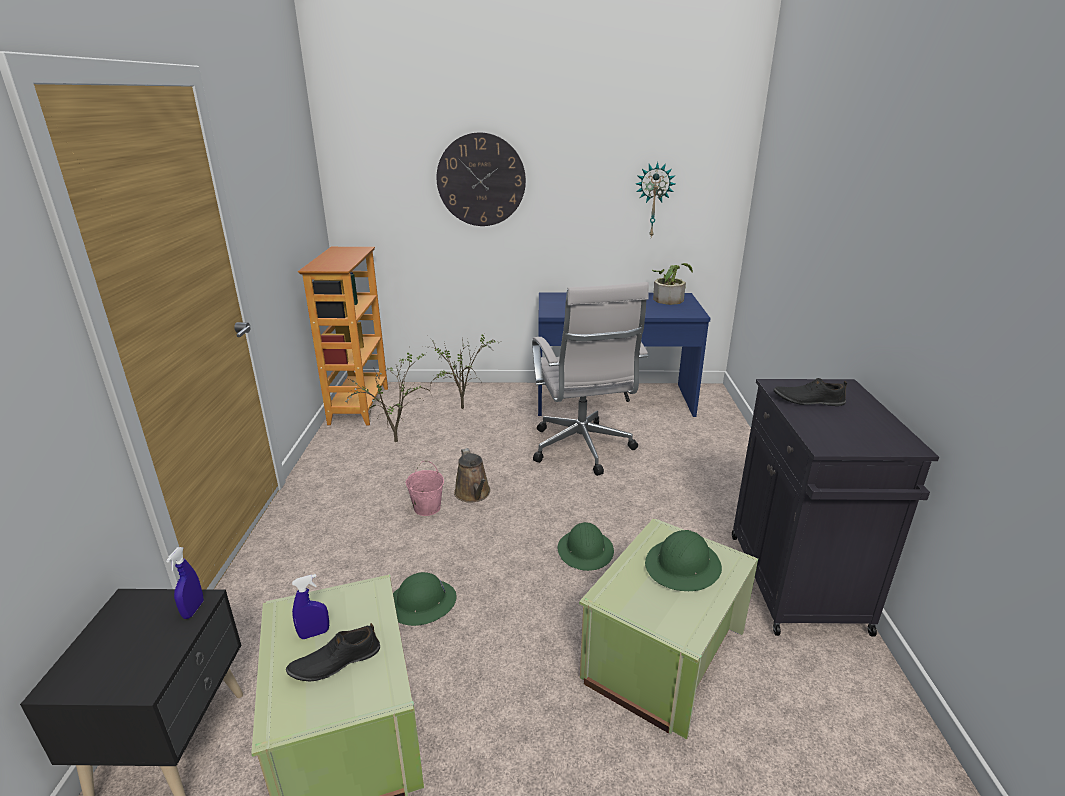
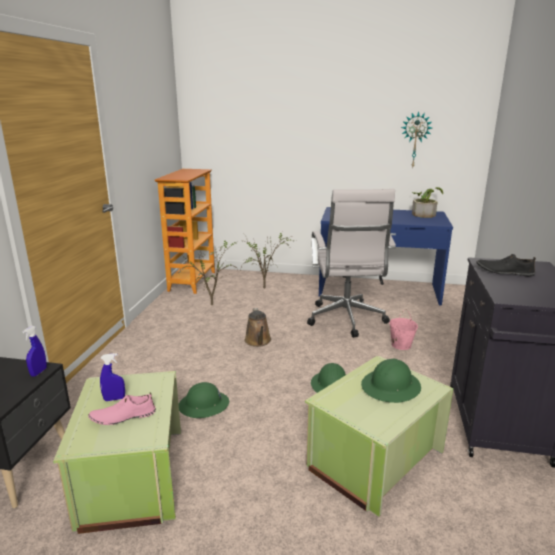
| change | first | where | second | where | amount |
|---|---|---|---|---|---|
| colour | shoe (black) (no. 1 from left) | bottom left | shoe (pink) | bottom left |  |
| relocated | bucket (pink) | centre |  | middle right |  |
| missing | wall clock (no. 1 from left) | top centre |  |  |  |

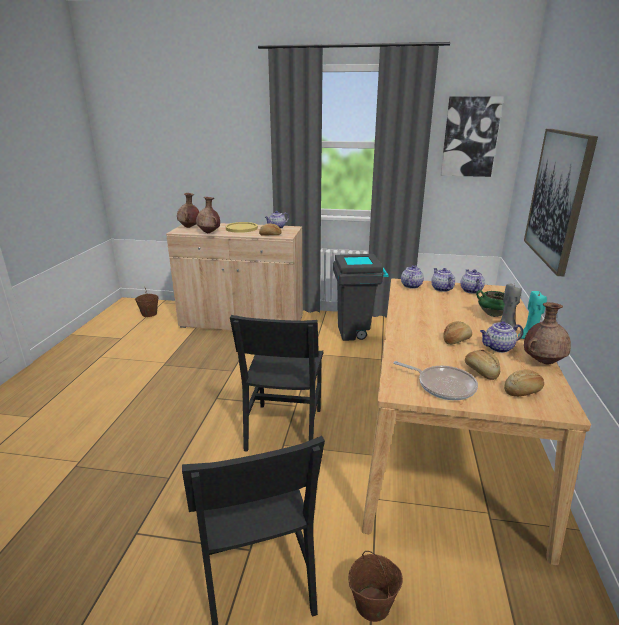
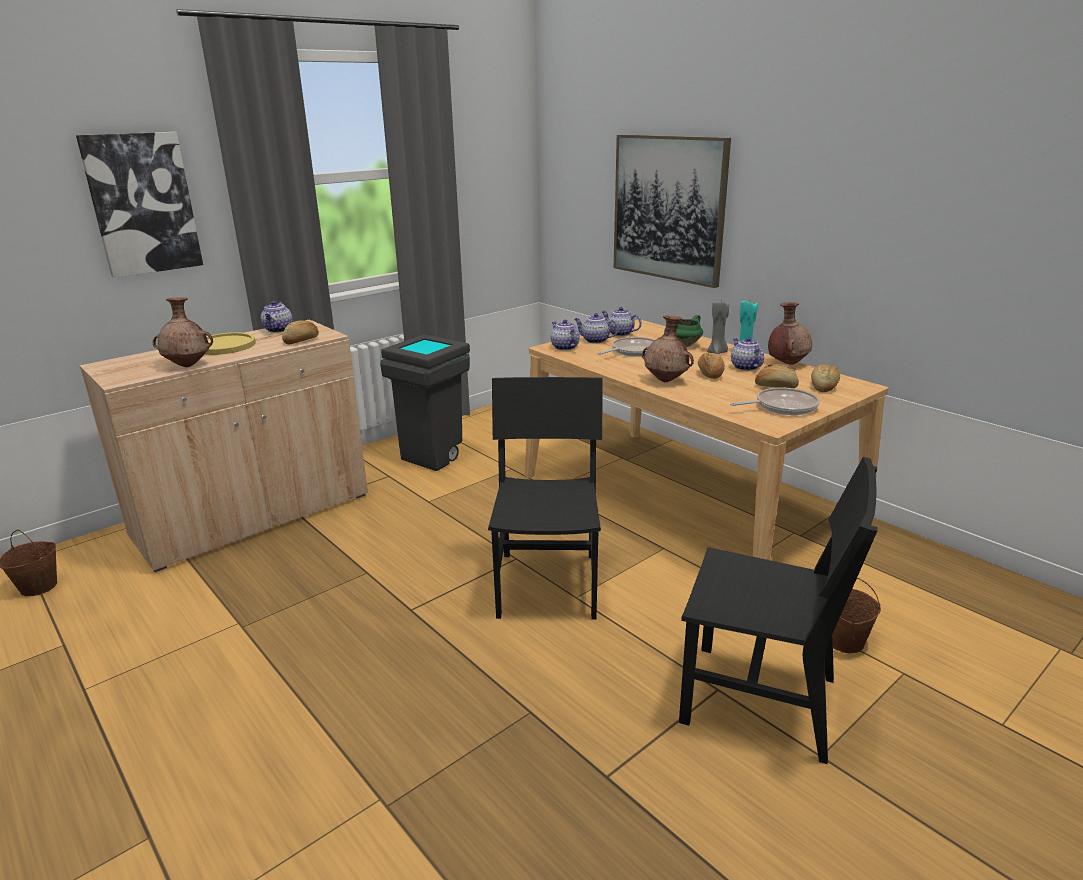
| change | first | where | second | where | amount |
|---|---|---|---|---|---|
| relocated | picture (no. 1 from left) | top right |  | top left |  |
| spun | chair (black) (no. 2 from left in the first image) | centre | chair (black) (no. 1 from left) | centre | 135 degrees counterclockwise |
| appeared |  |  | frying pan (no. 1 from left) | centre |  |
| relocated | vase (brown) (no. 1 from left in the first image) | middle left | vase (brown) (no. 2 from left) | centre |  |
| spun | teapot (no. 5 from left) | middle right |  | middle right | 135 degrees clockwise |

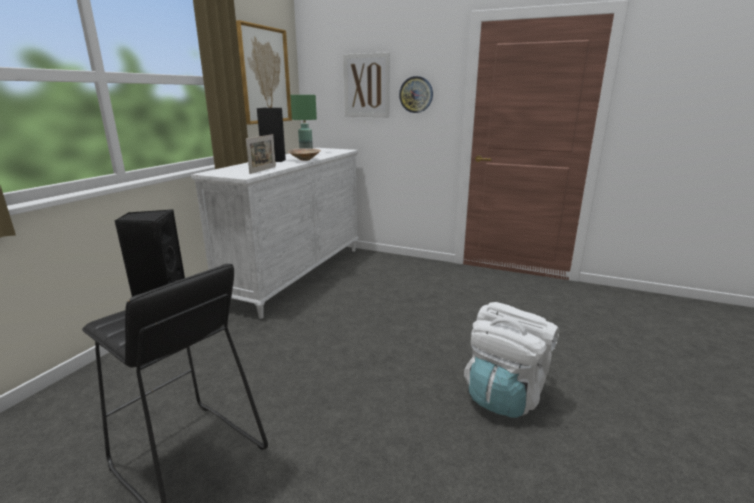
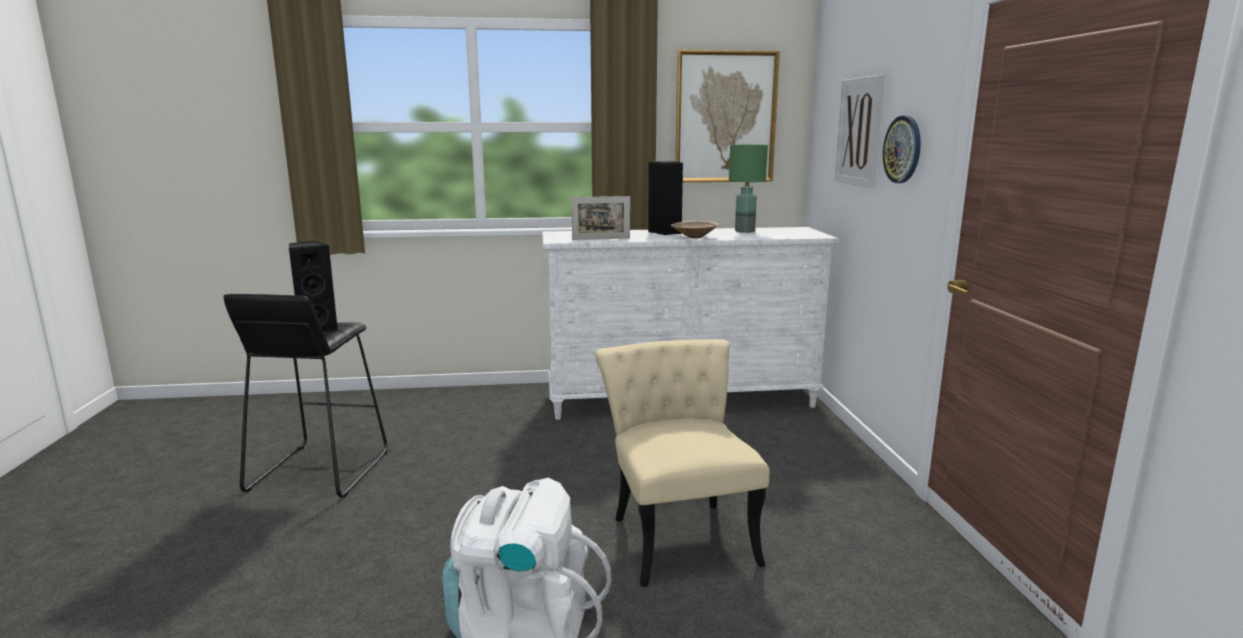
| change | first | where | second | where | amount |
|---|---|---|---|---|---|
| appeared |  |  | chair (beige) | bottom centre |  |

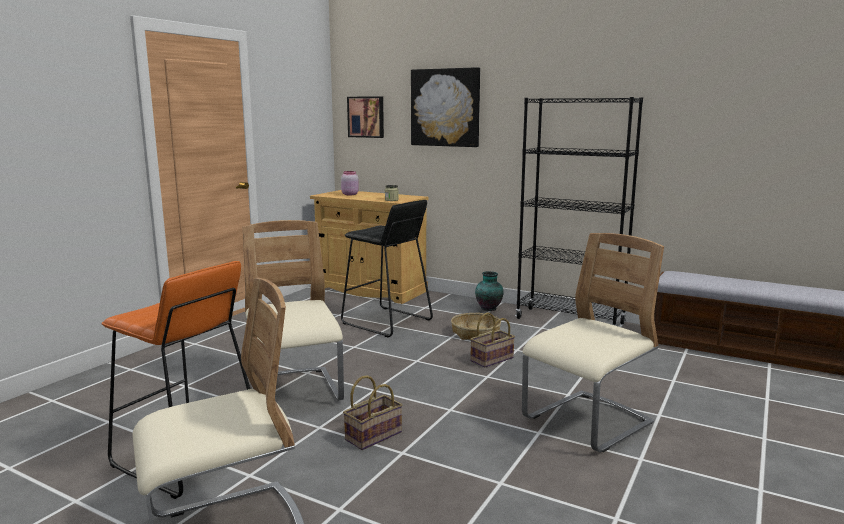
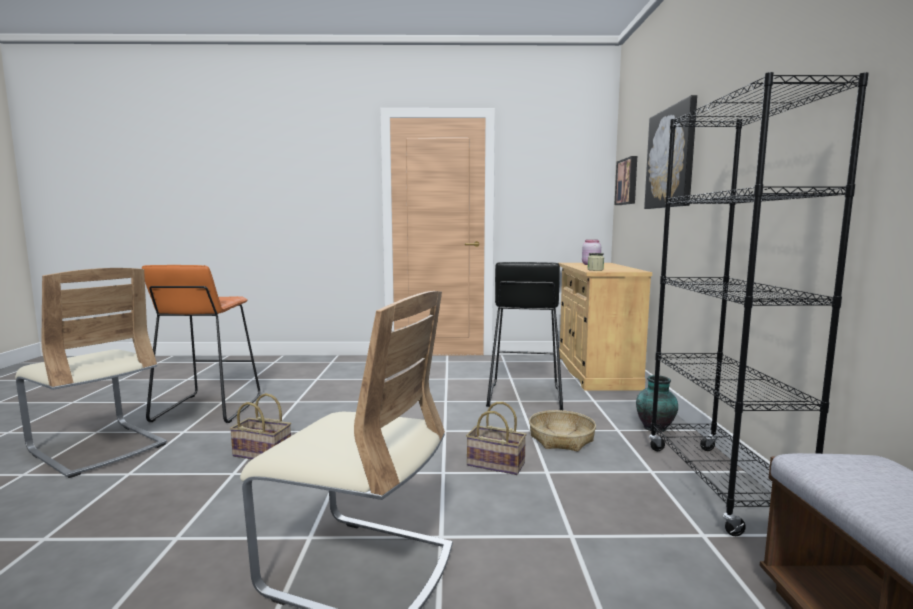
| change | first | where | second | where | amount |
|---|---|---|---|---|---|
| missing | chair (beige) (no. 2 from left) | centre |  |  |  |

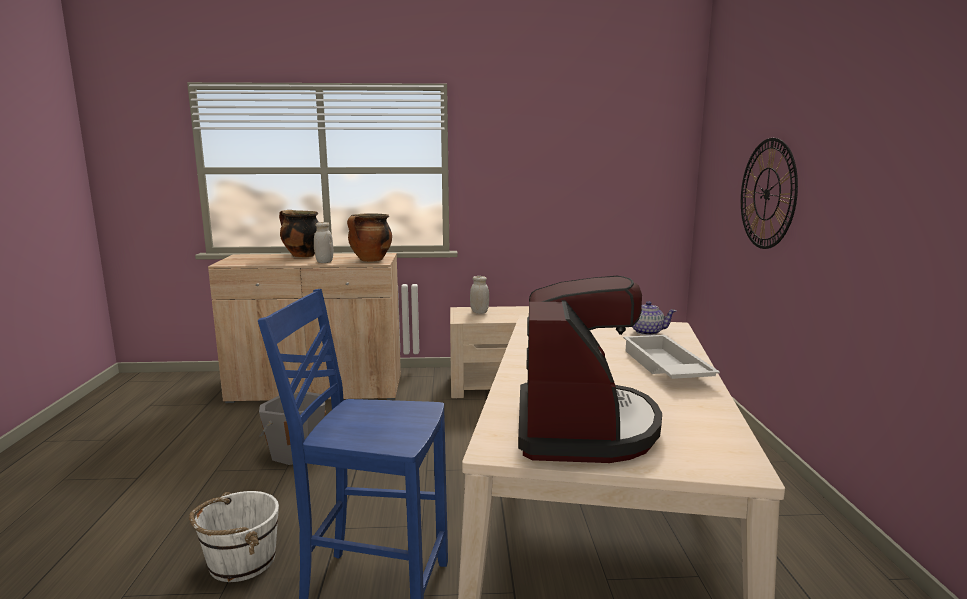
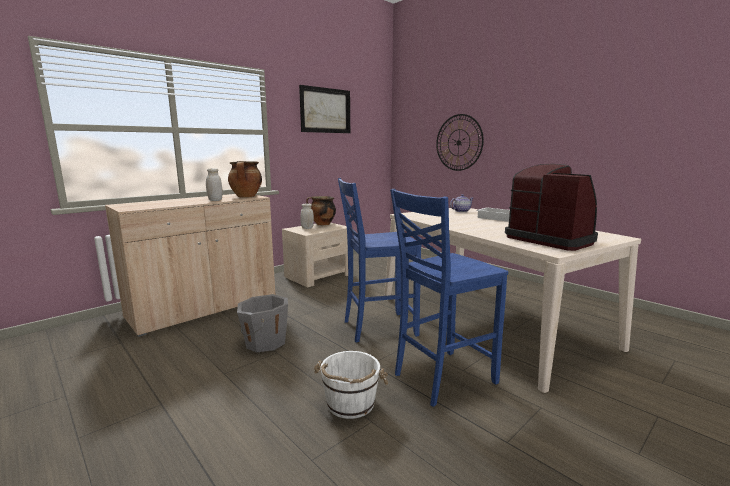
| change | first | where | second | where | amount |
|---|---|---|---|---|---|
| appeared |  |  | picture | top centre |  |
| relocated | cooking pot (no. 1 from left in the first image) | middle left | cooking pot (no. 2 from left) | centre |  |
| appeared |  |  | chair (blue) (no. 1 from left) | centre |  |

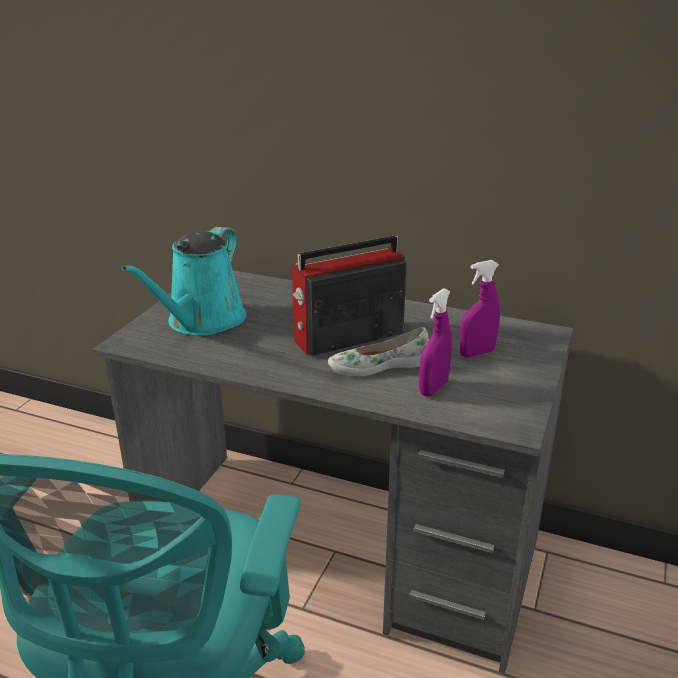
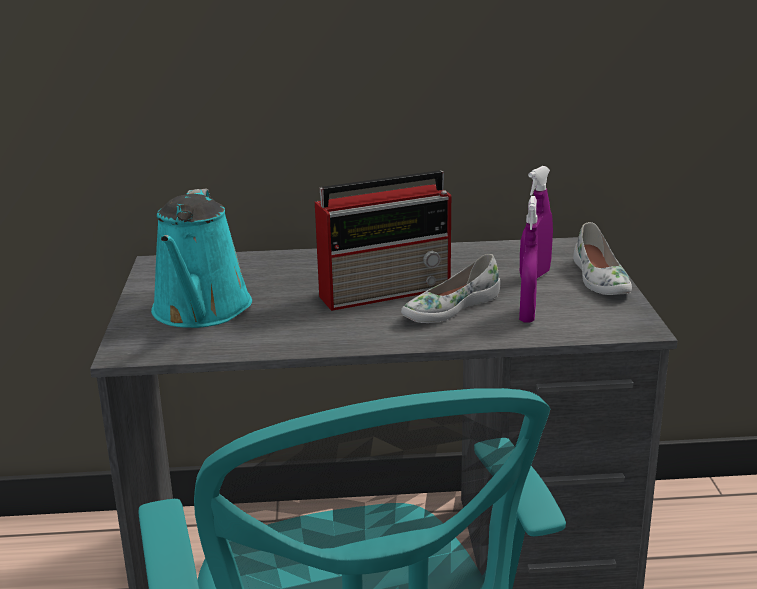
| change | first | where | second | where | amount |
|---|---|---|---|---|---|
| spun | radio | centre |  | centre | 150 degrees counterclockwise |
| appeared |  |  | shoe (white) (no. 2 from left) | middle right |  |

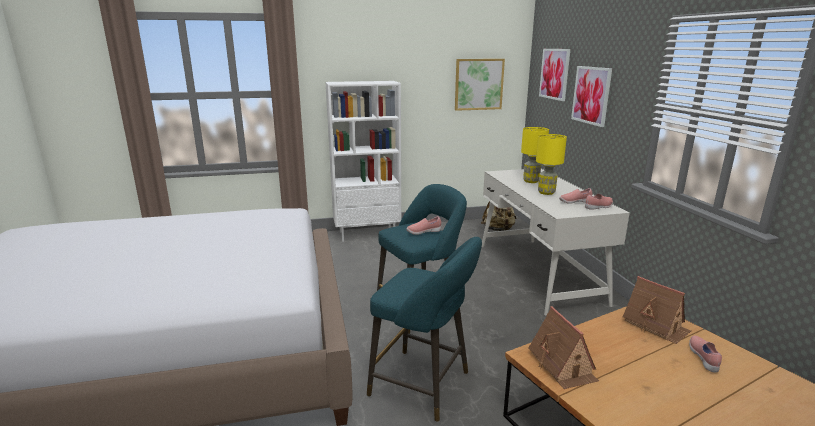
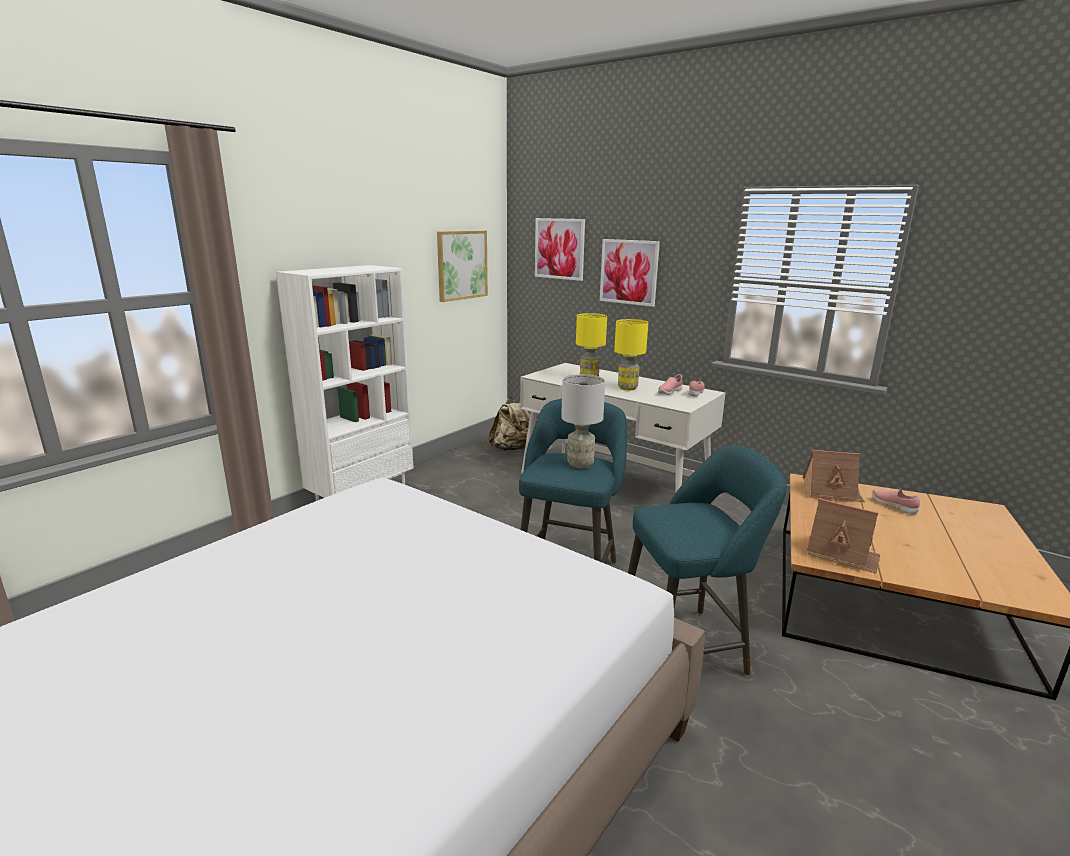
| change | first | where | second | where | amount |
|---|---|---|---|---|---|
| exchanged | shoe (pink) (no. 1 from left) | centre | table lamp (grey) | centre |  |

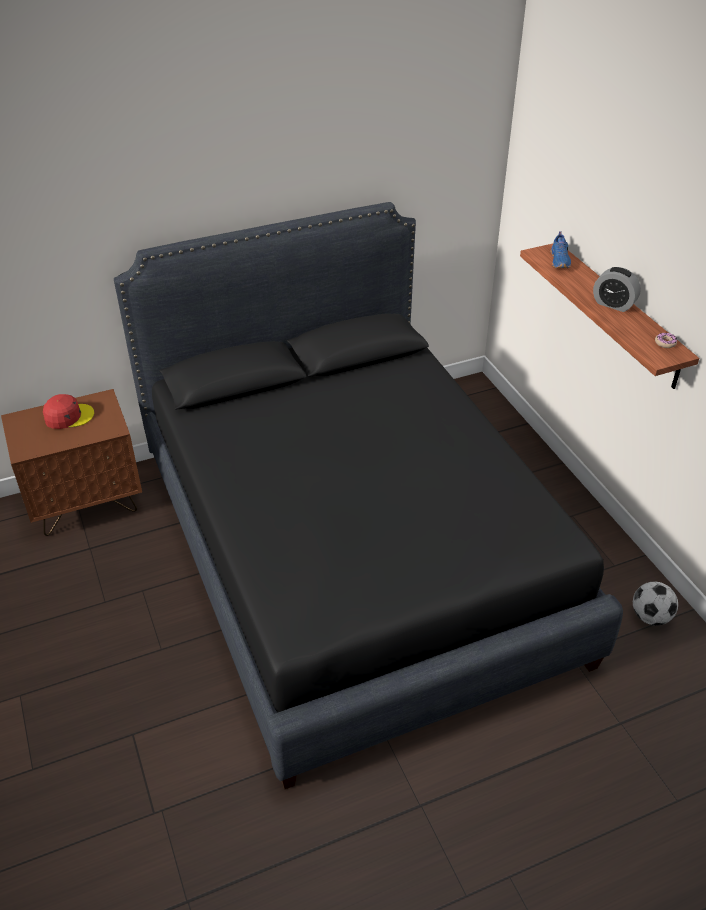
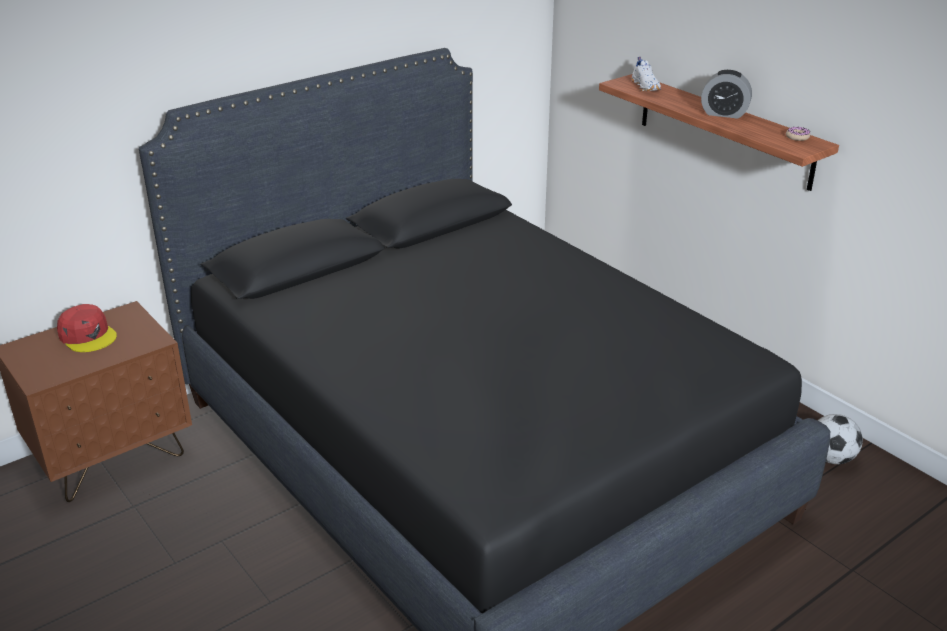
| change | first | where | second | where | amount |
|---|---|---|---|---|---|
| spun | cap (red) | middle left |  | middle left | 75 degrees clockwise |
| colour | shoe (blue) | top right | shoe (white) | top right |  |

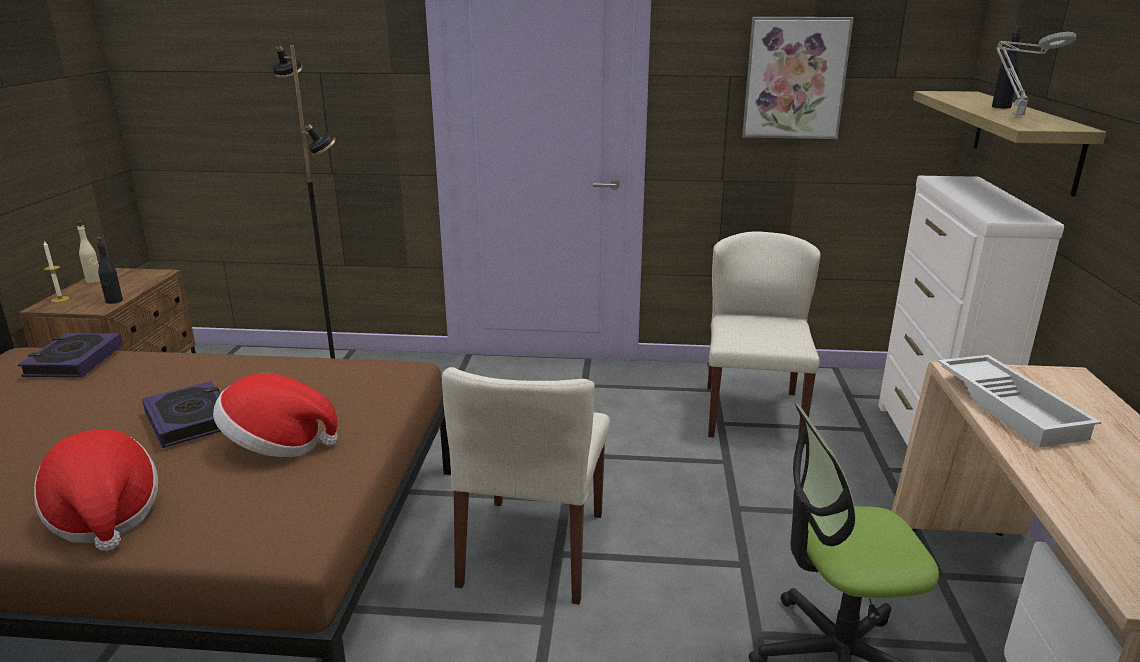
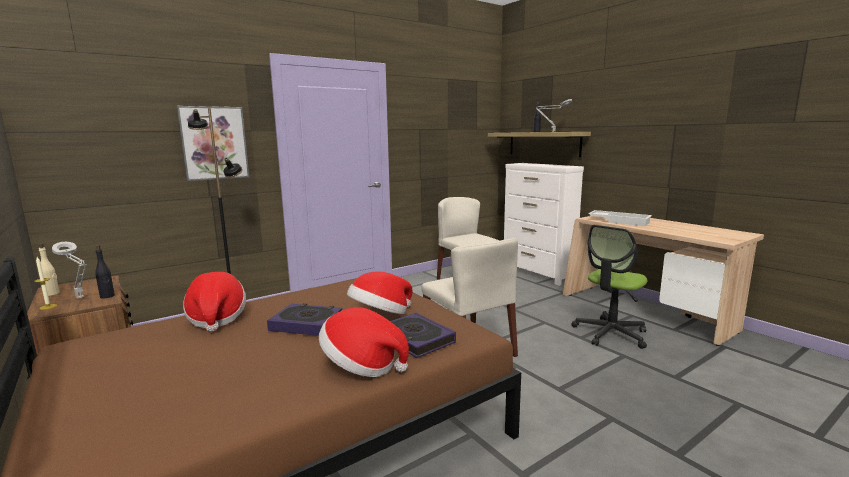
| change | first | where | second | where | amount |
|---|---|---|---|---|---|
| appeared |  |  | table lamp (grey) (no. 1 from left) | middle left |  |
| relocated | picture | top right |  | top left |  |
| appeared |  |  | hat (no. 1 from left) | middle left |  |
| relocated | book (no. 1 from left in the first image) | middle left | book (no. 2 from left) | bottom centre |  |

